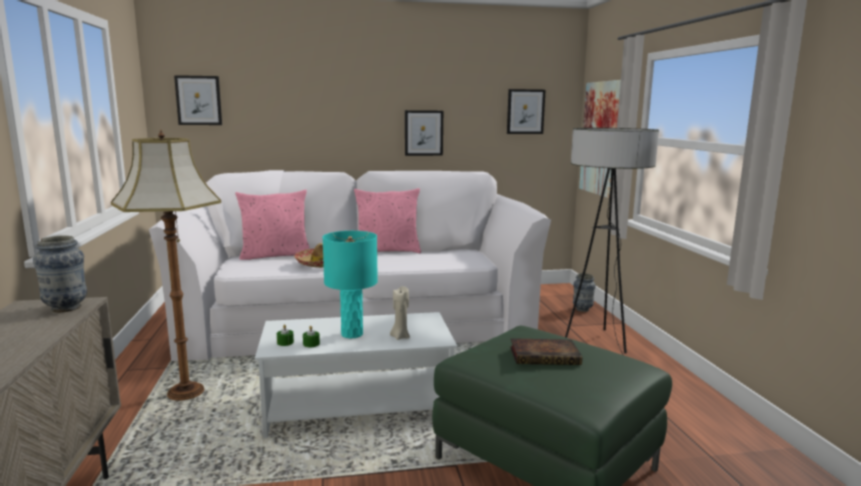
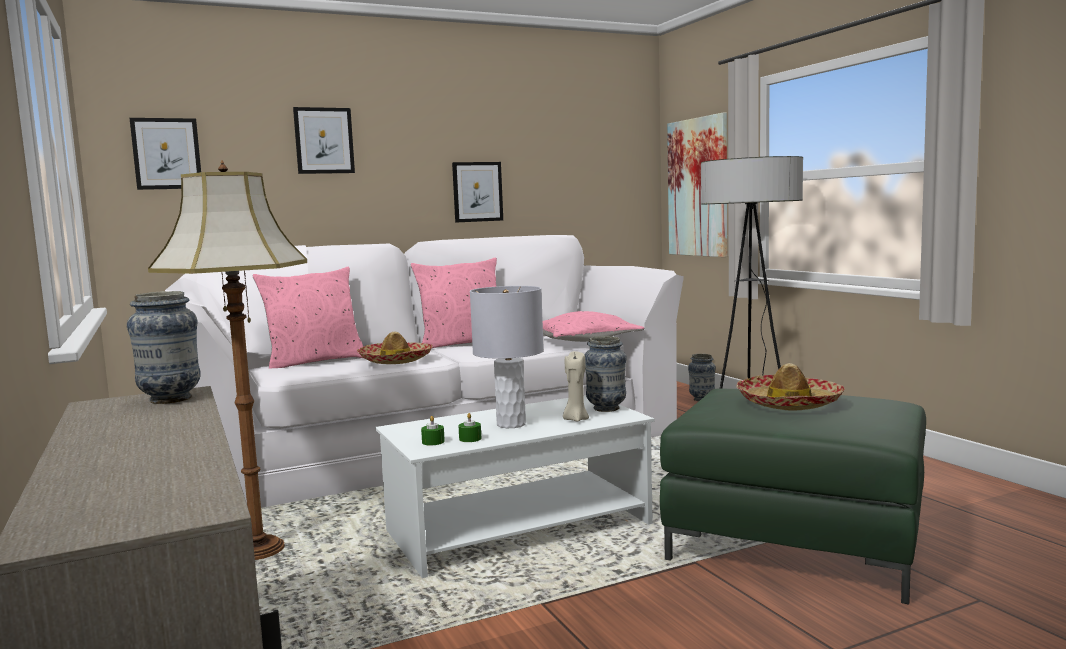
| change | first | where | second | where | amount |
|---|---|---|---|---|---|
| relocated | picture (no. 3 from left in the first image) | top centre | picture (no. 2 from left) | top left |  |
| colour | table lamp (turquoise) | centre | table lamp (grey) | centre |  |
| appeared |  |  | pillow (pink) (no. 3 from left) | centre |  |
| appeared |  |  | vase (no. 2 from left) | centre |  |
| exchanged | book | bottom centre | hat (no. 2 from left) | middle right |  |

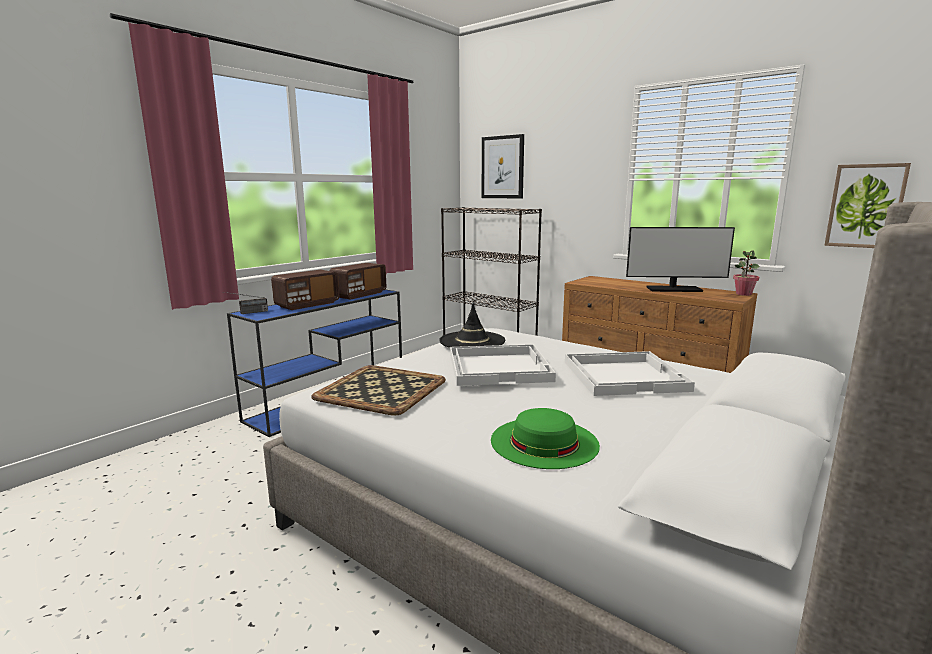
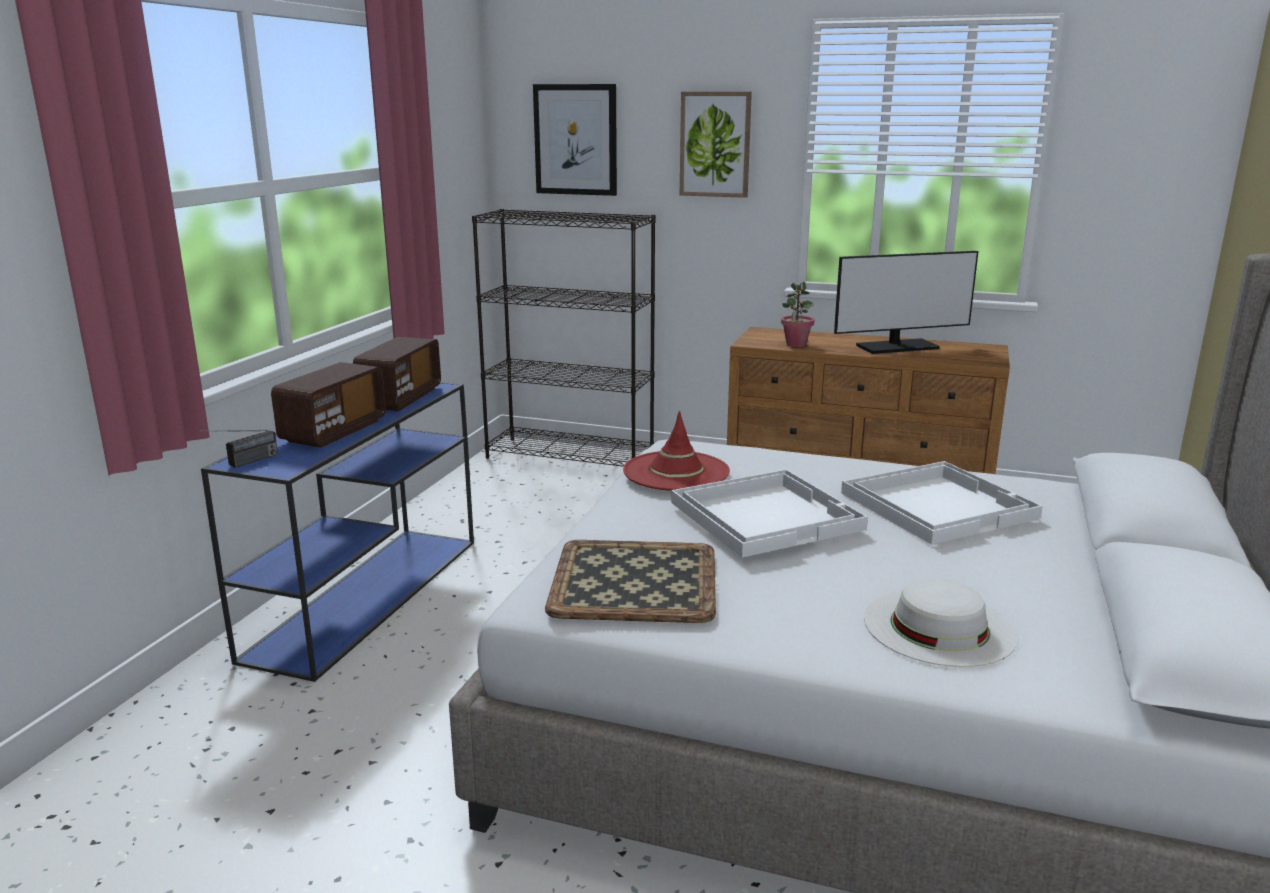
| change | first | where | second | where | amount |
|---|---|---|---|---|---|
| colour | hat (black) | centre | hat (red) | centre |  |
| relocated | picture (no. 2 from left) | top right |  | top centre |  |
| relocated | potted plant | middle right |  | centre |  |
| colour | hat (green) | bottom centre | hat (white) | bottom right |  |

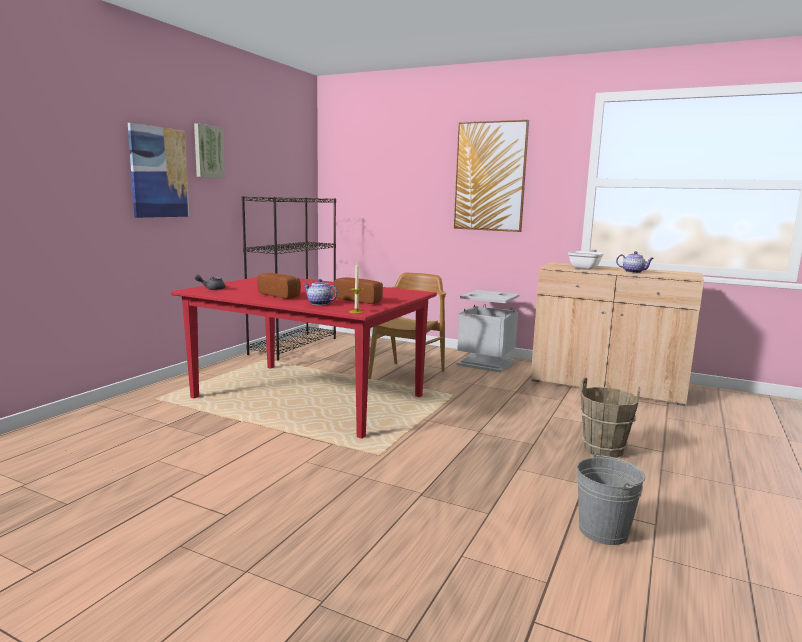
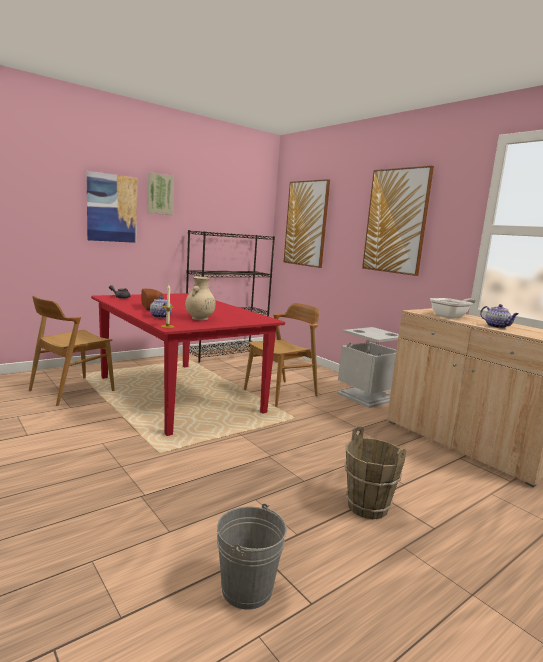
| change | first | where | second | where | amount |
|---|---|---|---|---|---|
| appeared |  |  | chair (brown) (no. 1 from left) | middle left |  |
| exchanged | bread (no. 2 from left) | centre | vase (beige) | centre |  |
| appeared |  |  | picture (no. 3 from left) | centre |  |

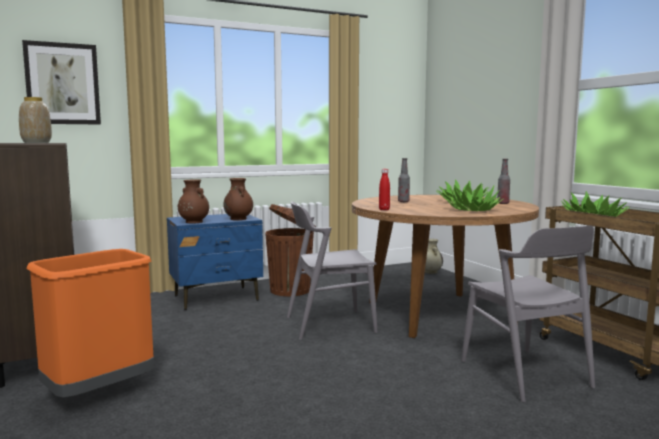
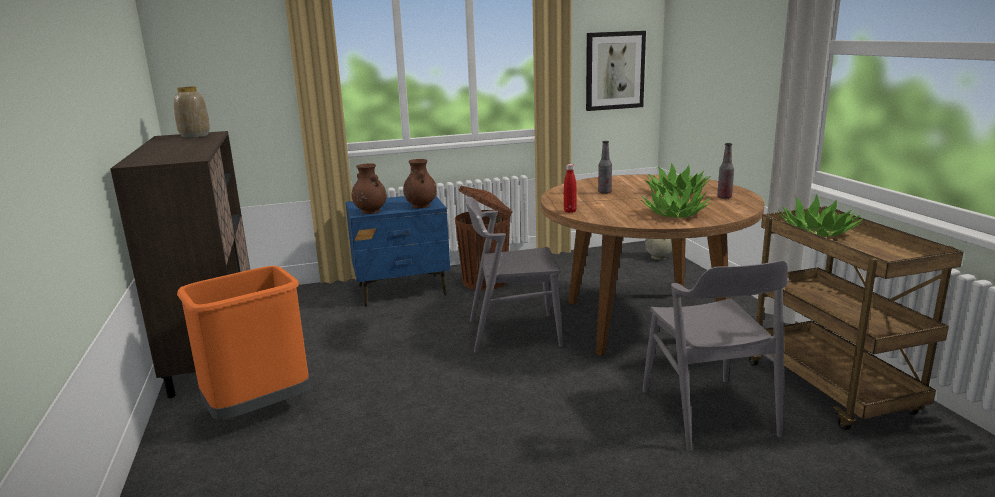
| change | first | where | second | where | amount |
|---|---|---|---|---|---|
| relocated | picture | top left |  | top centre |  |

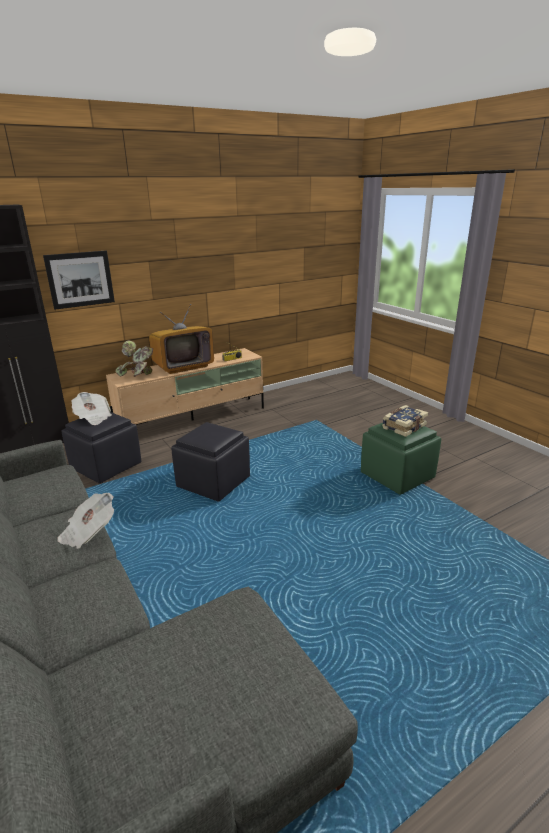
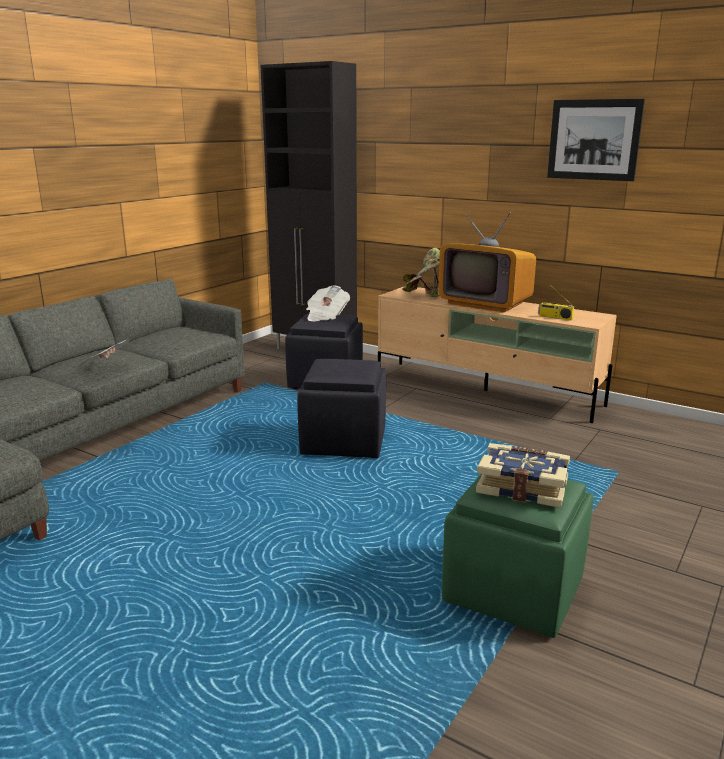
| change | first | where | second | where | amount |
|---|---|---|---|---|---|
| relocated | picture | middle left |  | top right |  |

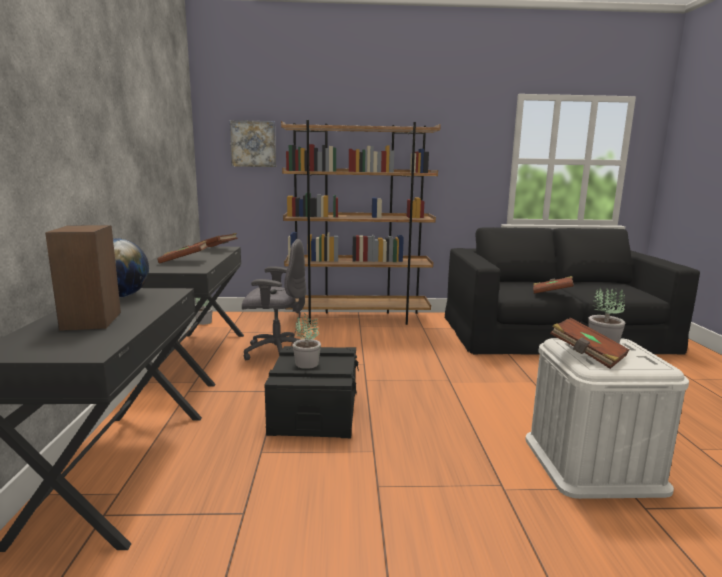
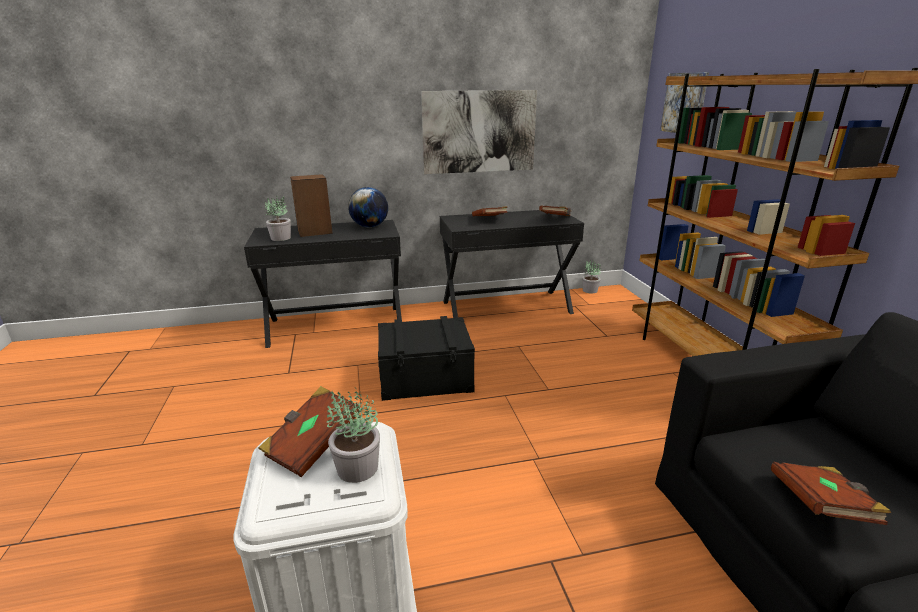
| change | first | where | second | where | amount |
|---|---|---|---|---|---|
| relocated | potted plant (no. 2 from left in the first image) | centre | potted plant (no. 1 from left) | middle left |  |
| appeared |  |  | picture (no. 1 from left) | top centre |  |
| missing | office chair (grey) | centre |  |  |  |

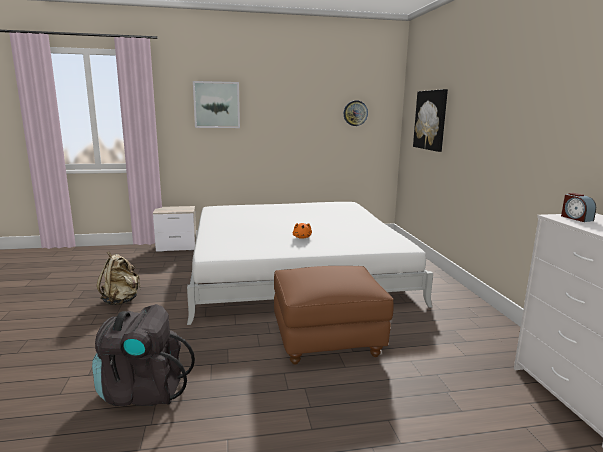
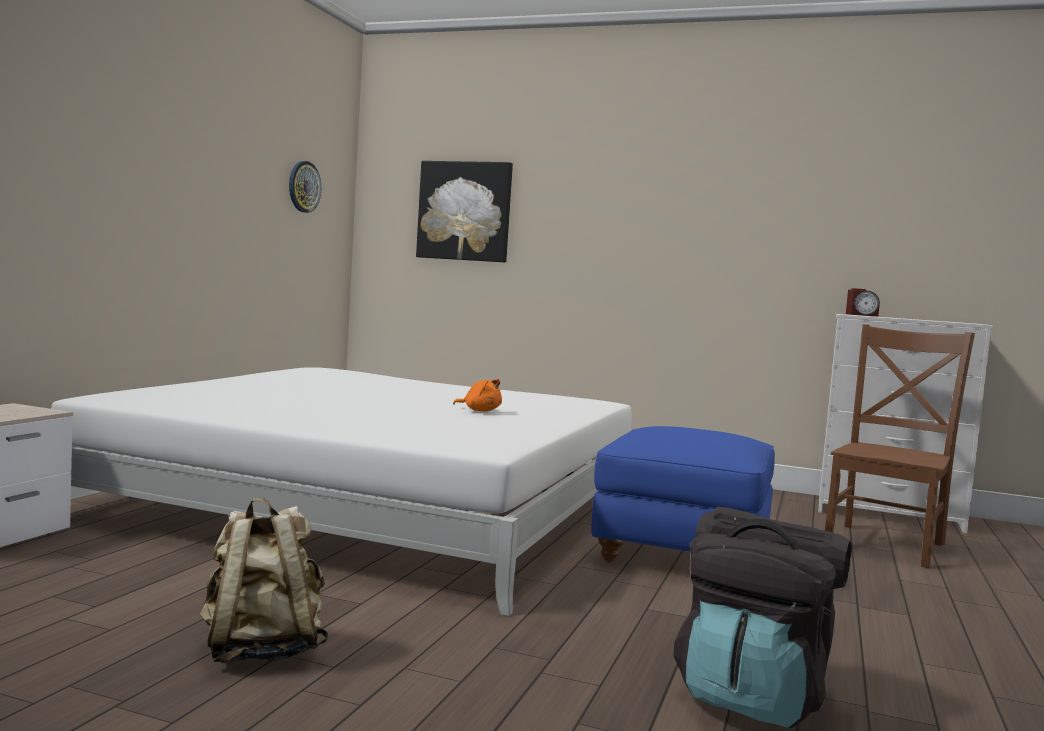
| change | first | where | second | where | amount |
|---|---|---|---|---|---|
| colour | ottoman (brown) | bottom centre | ottoman (blue) | bottom centre |  |
| appeared |  |  | chair (brown) | middle right |  |
| missing | picture (no. 1 from left) | top centre |  |  |  |

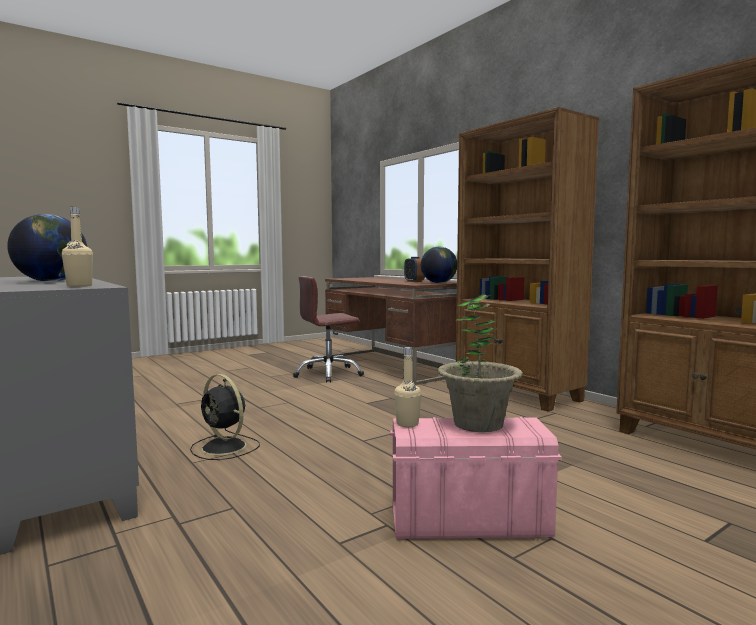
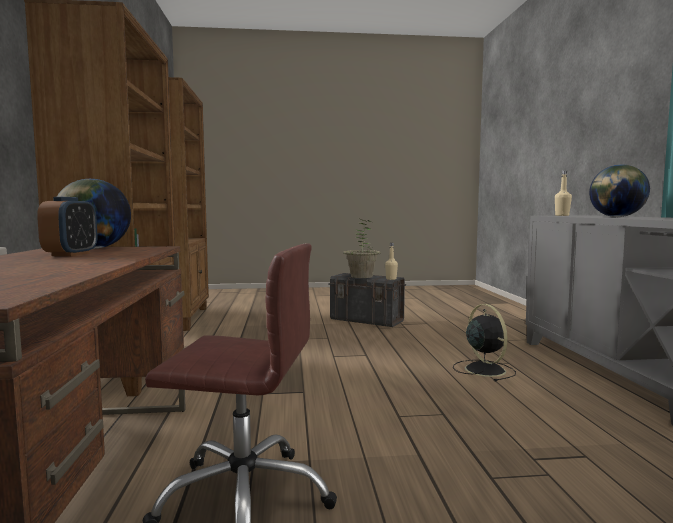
| change | first | where | second | where | amount |
|---|---|---|---|---|---|
| colour | storage box (pink) | bottom centre | storage box (grey) | centre |  |

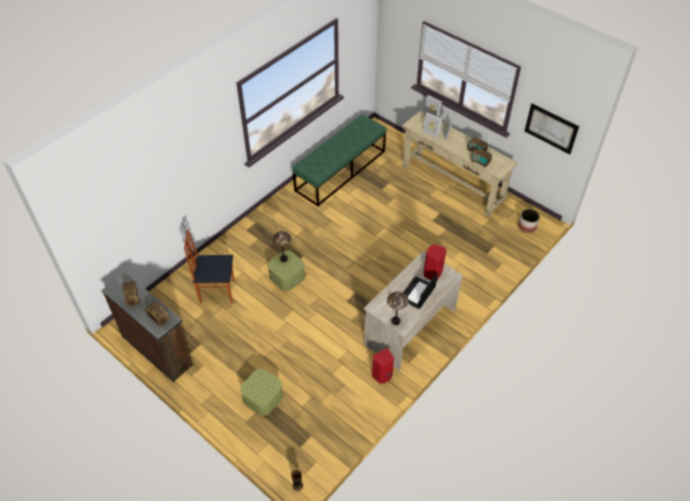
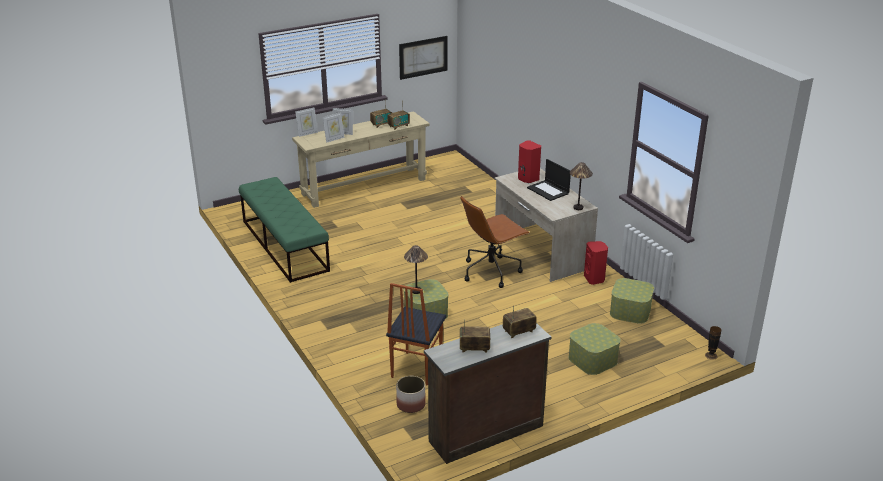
| change | first | where | second | where | amount |
|---|---|---|---|---|---|
| relocated | planter | middle right |  | bottom centre |  |
| appeared |  |  | office chair (brown) | centre |  |
| appeared |  |  | storage box (no. 3 from left) | middle right |  |

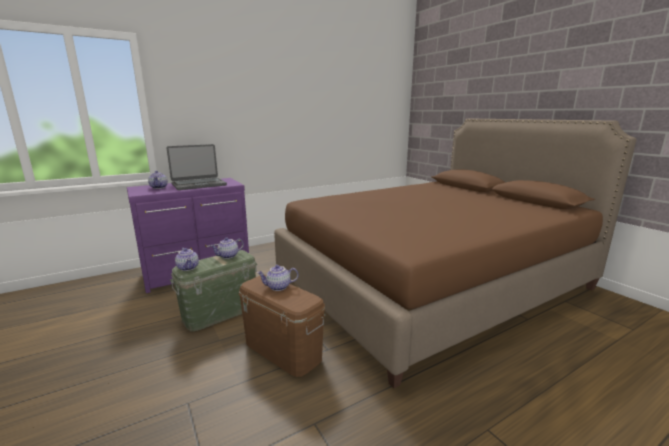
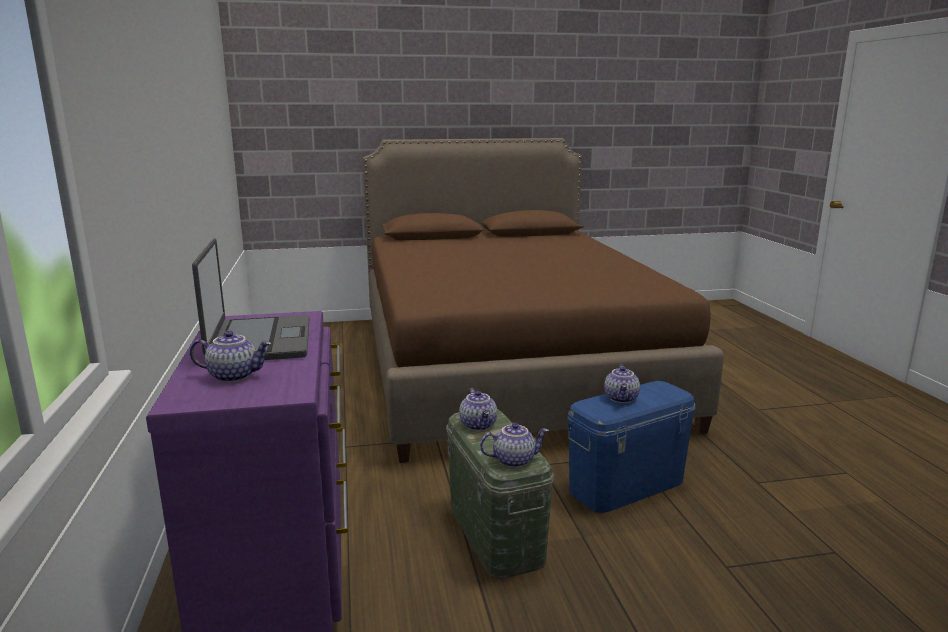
| change | first | where | second | where | amount |
|---|---|---|---|---|---|
| colour | storage box (brown) | bottom centre | storage box (blue) | bottom centre |  |

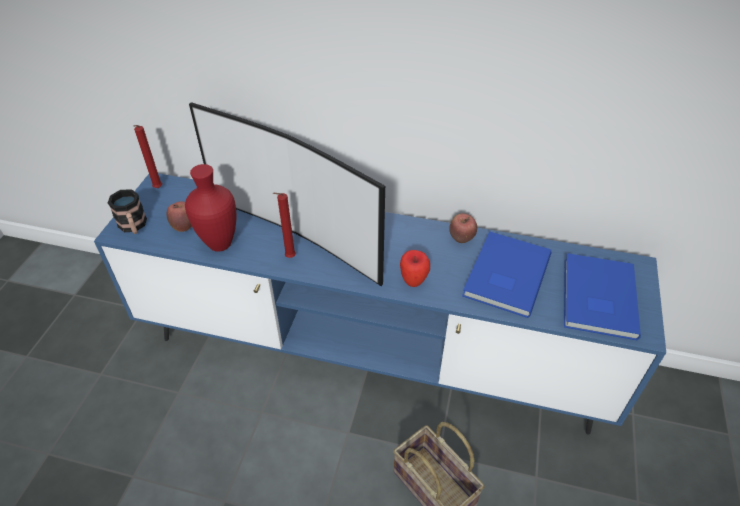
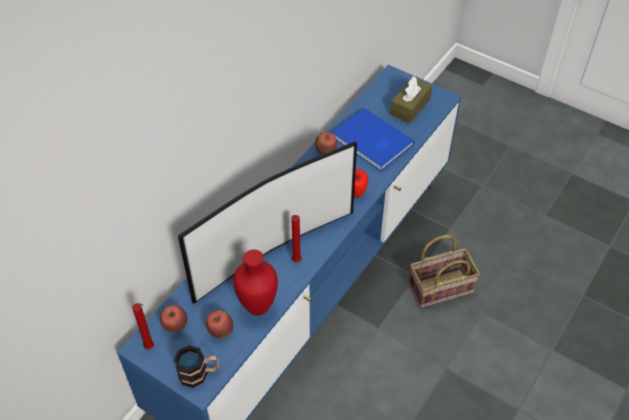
| change | first | where | second | where | amount |
|---|---|---|---|---|---|
| appeared |  |  | apple (no. 1 from left) | bottom left |  |
| exchanged | book (blue) (no. 2 from left) | middle right | tissue box (brown) | top centre |  |

